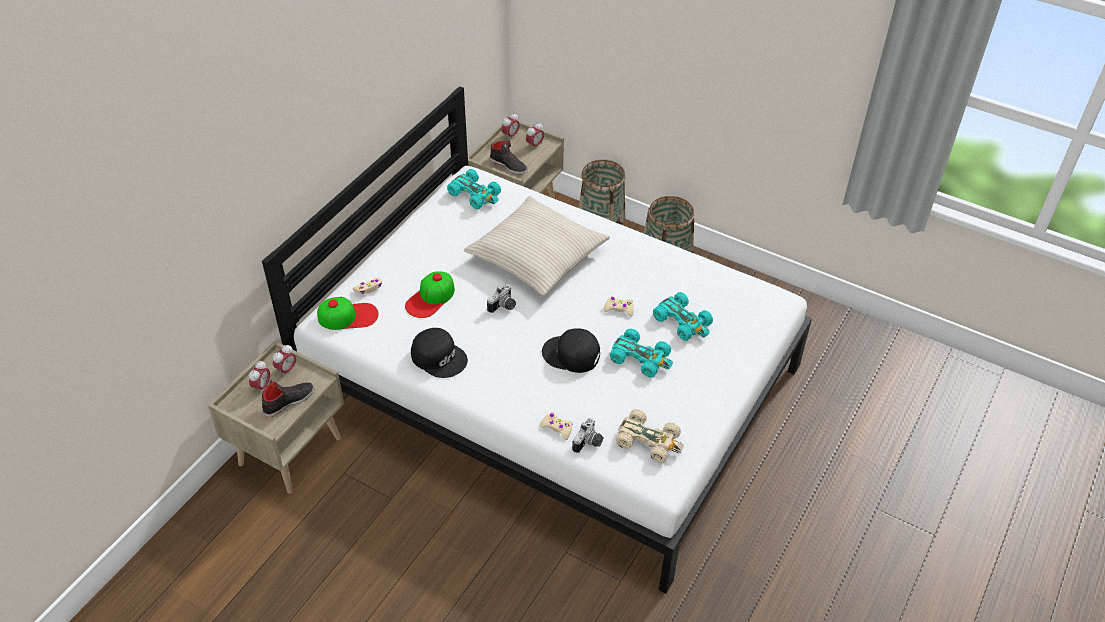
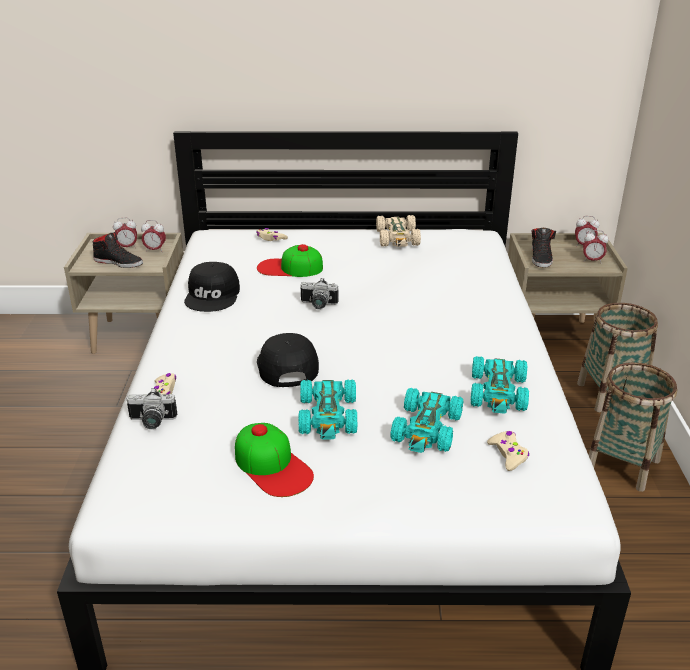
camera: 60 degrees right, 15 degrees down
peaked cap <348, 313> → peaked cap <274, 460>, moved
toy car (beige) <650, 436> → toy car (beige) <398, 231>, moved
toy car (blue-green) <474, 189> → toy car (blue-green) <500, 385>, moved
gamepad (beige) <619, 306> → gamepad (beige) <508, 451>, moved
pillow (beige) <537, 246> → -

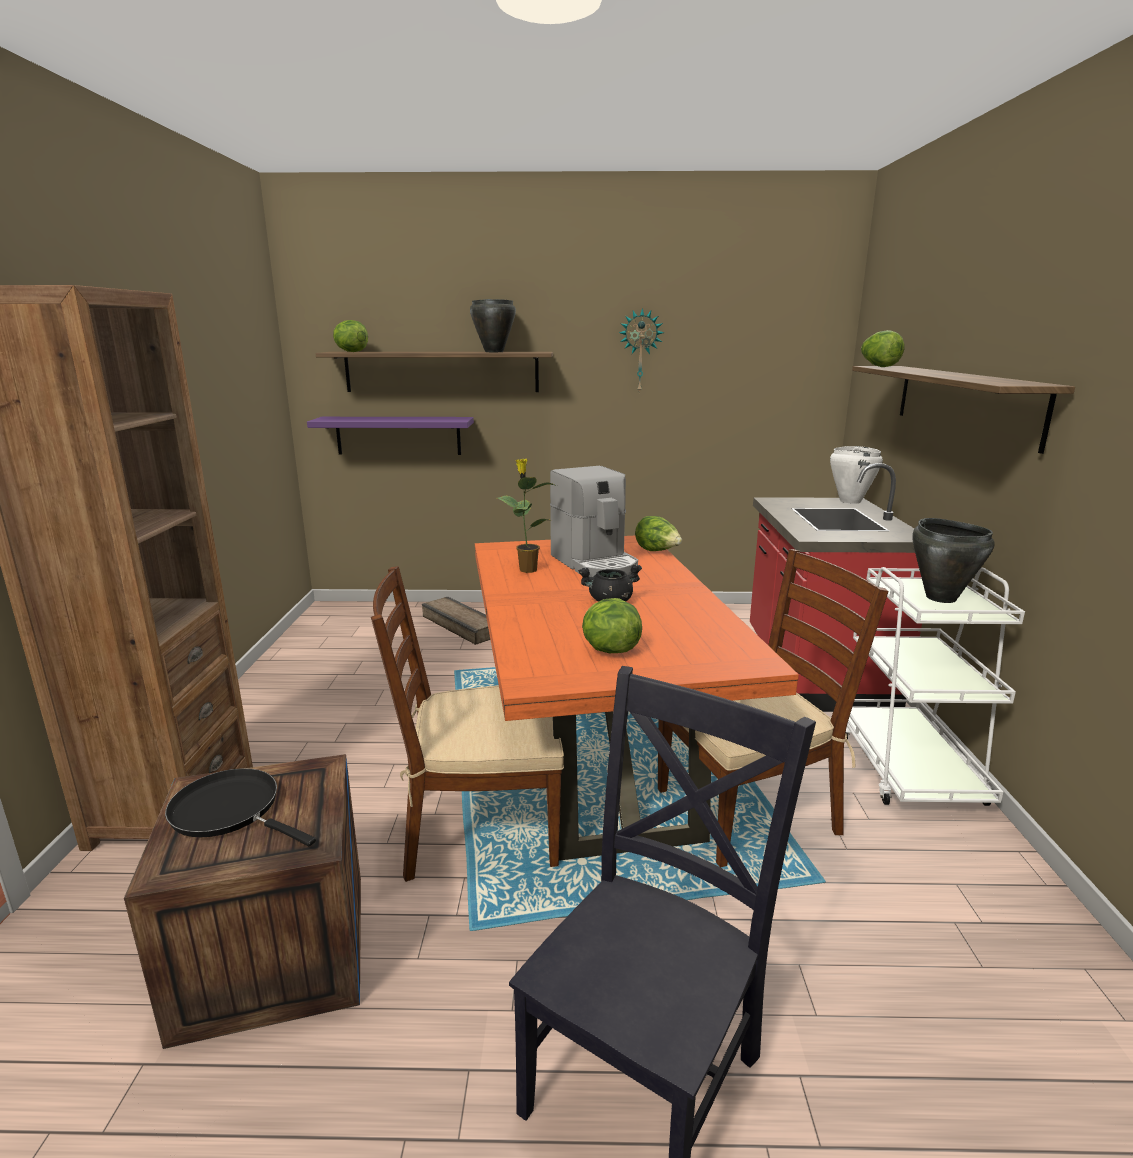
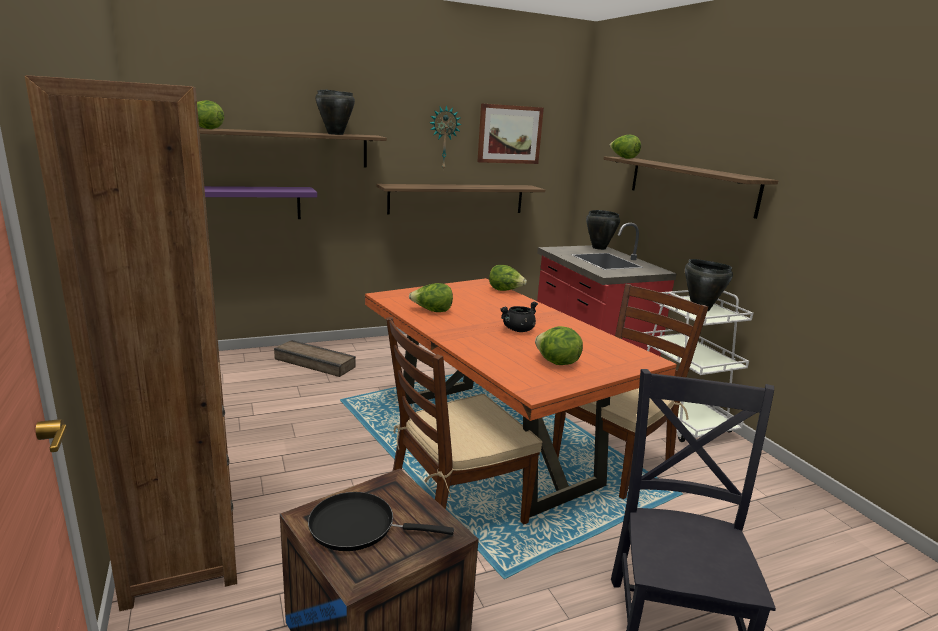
camera: 25 degrees left, 0 degrees up
- → wall shelf <460, 199>
plant in a pot <527, 516> → lettuce head <431, 297>
- → picture <510, 133>
stockpot (white-coloured) <856, 475> → stockpot (black-coloured) <603, 230>
coffee maker <594, 521> → -

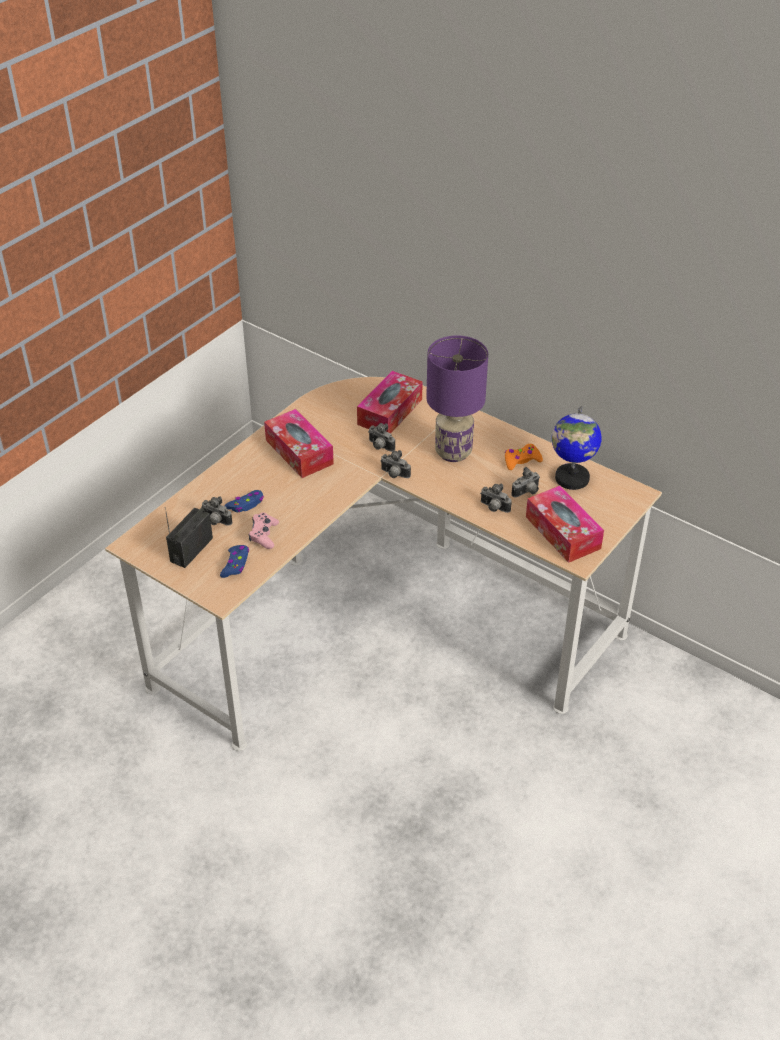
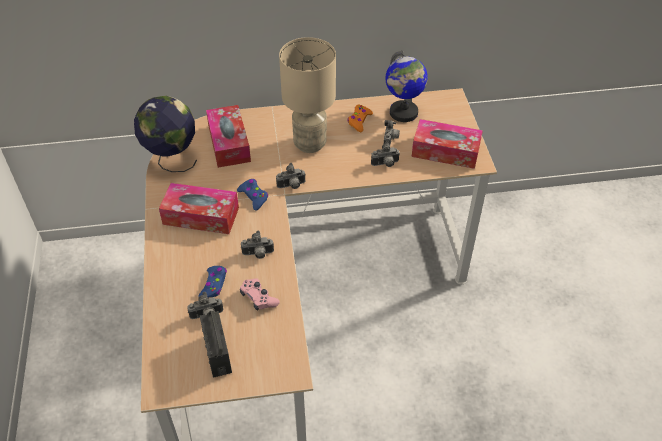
camera: 45 degrees left, 5 degrees up
- → desk globe <165, 134>
gamepad (bluish) <234, 561> → gamepad (bluish) <252, 195>, moved
photo camera <381, 437> → photo camera <257, 244>, moved
lamp for a table (purple-coloured) <457, 398> → lamp for a table (beige) <307, 95>

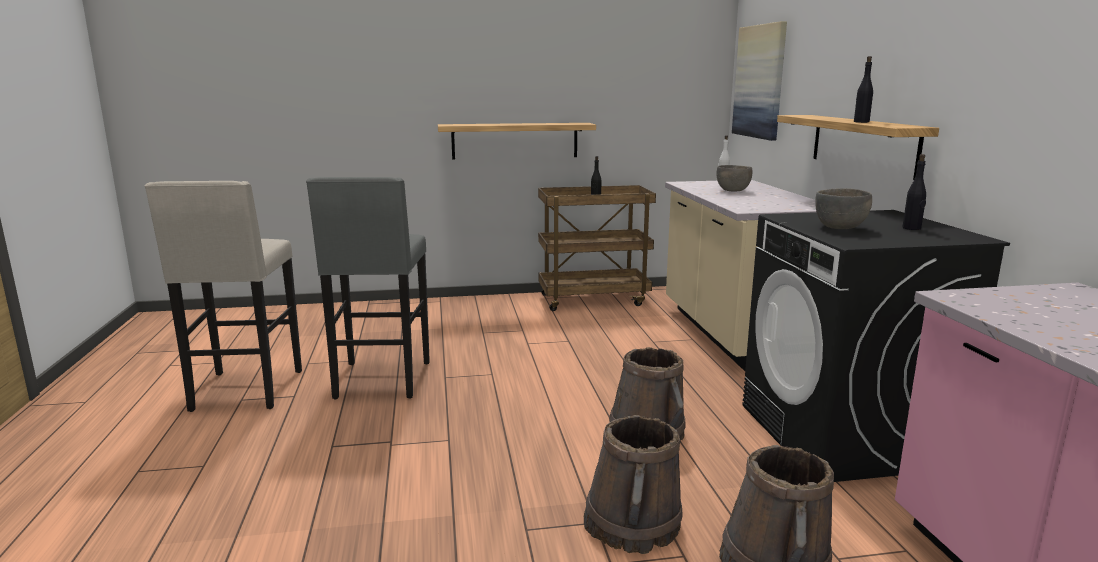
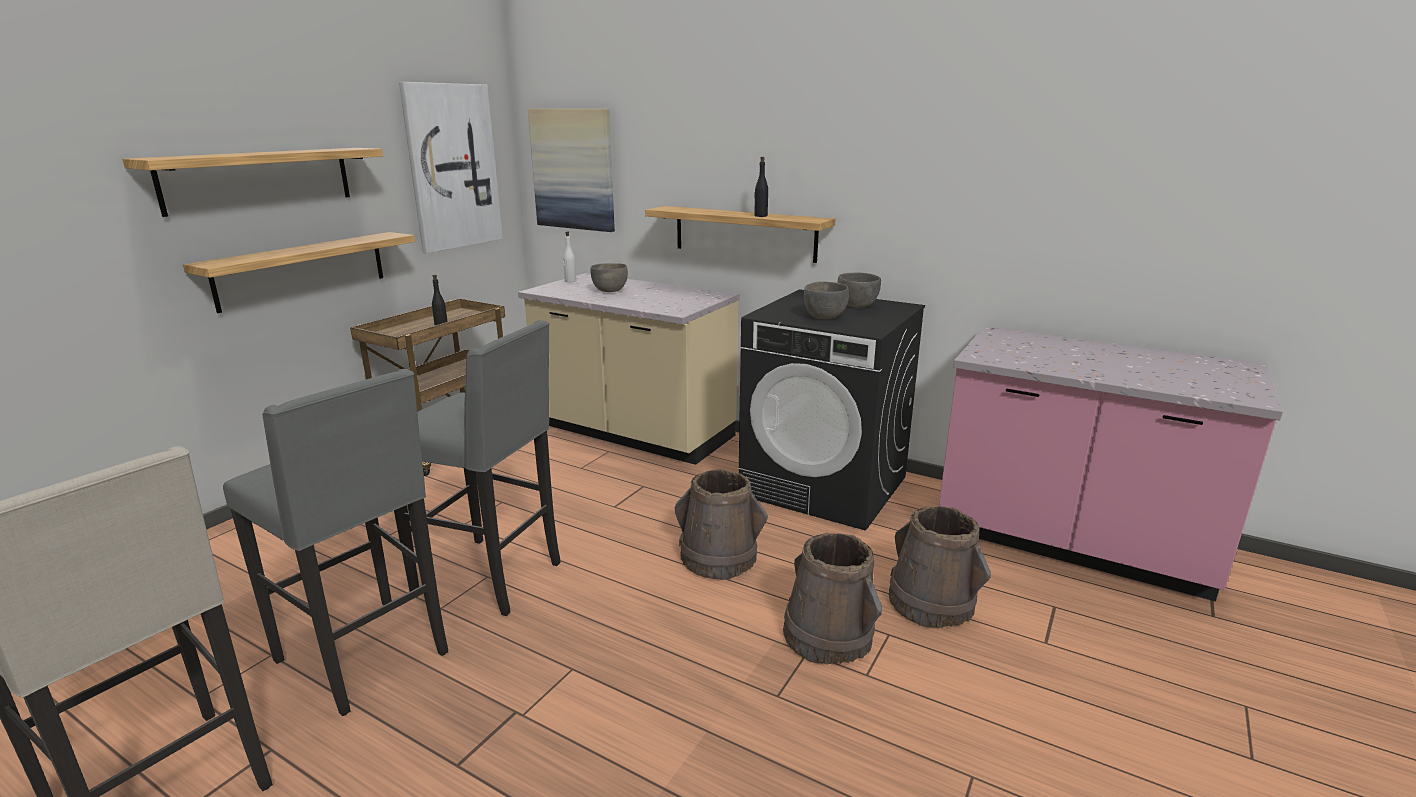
camera: 50 degrees left, 5 degrees up
- → wall shelf <252, 182>
- → sitting stool (gray) <477, 468>
- → picture <451, 167>
bottle (black-coloured) <914, 192> → deep dish (gray) <859, 290>

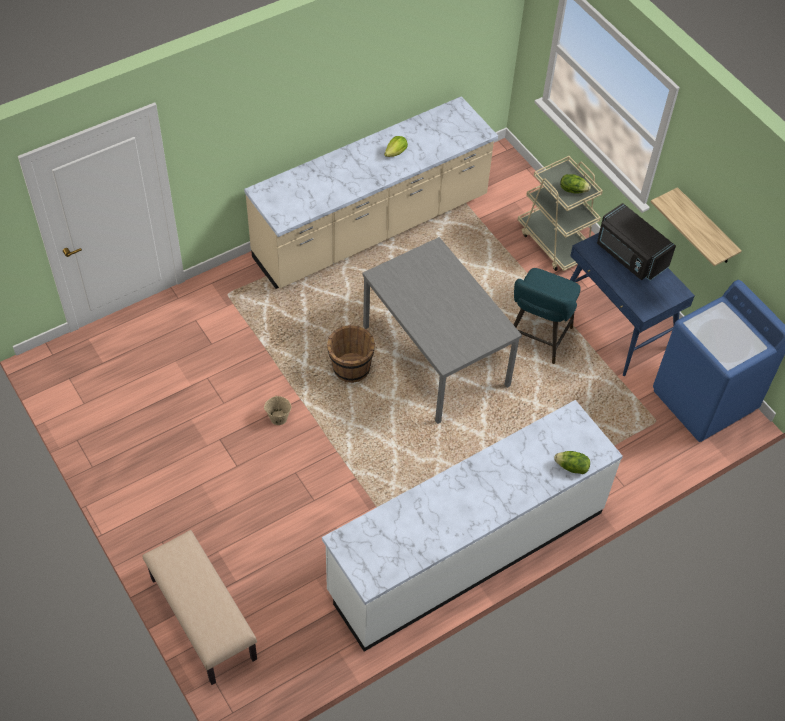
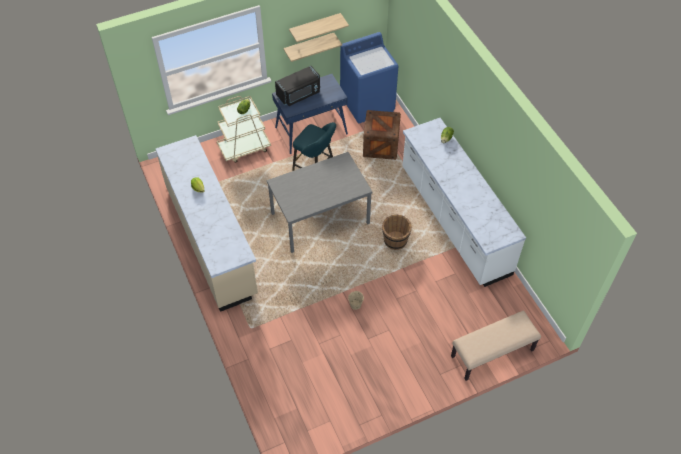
camera: 80 degrees left, 0 degrees up
- → wall shelf <319, 27>
- → packing crate <382, 135>
bucket (brown) <351, 354> → bucket (brown) <397, 232>, moved

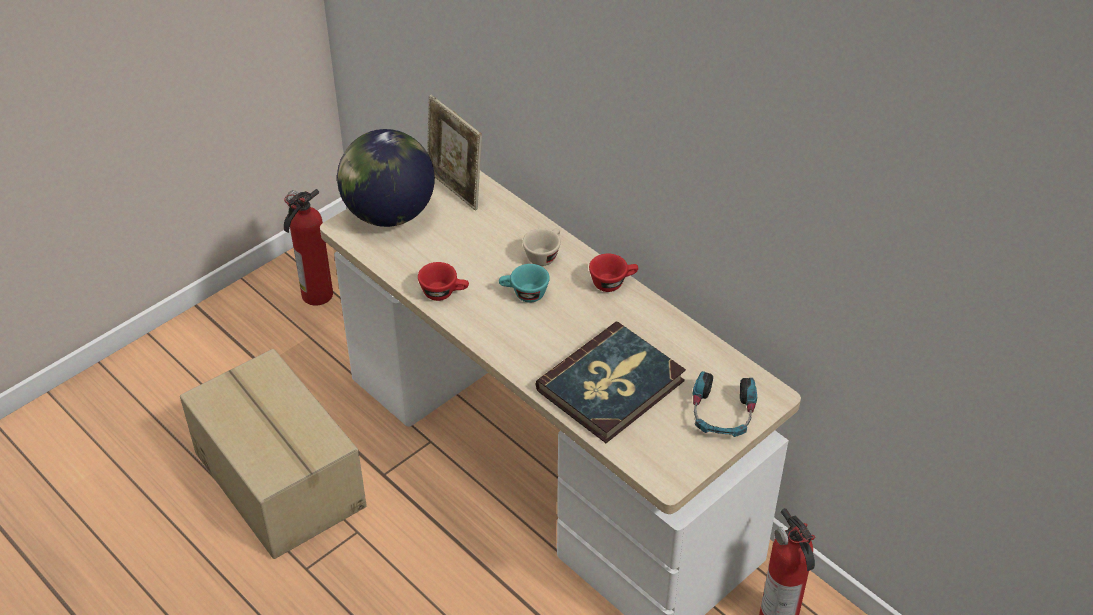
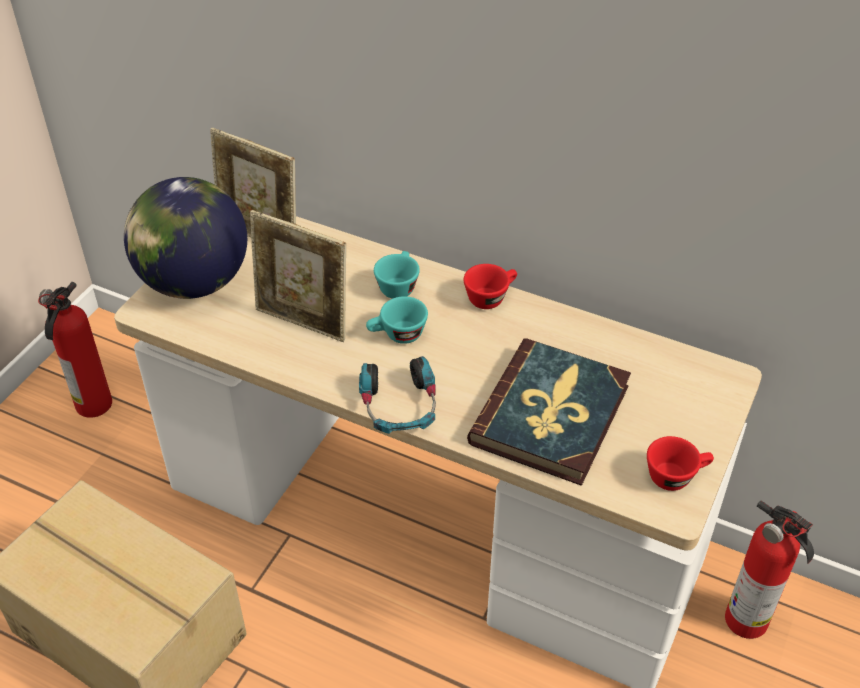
camera: 20 degrees left, 0 degrees up
- → standing frame <298, 276>
headphones <725, 404> → headphones <397, 395>, moved
small cup (beige) <542, 247> → small cup (blue-green) <397, 275>
small cup (red-coloured) <443, 281> → small cup (red-coloured) <680, 463>, moved

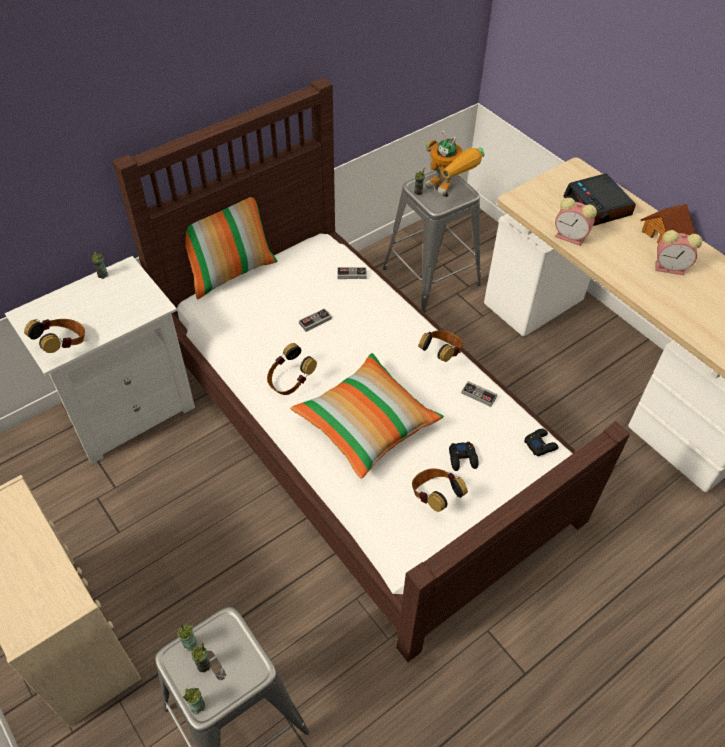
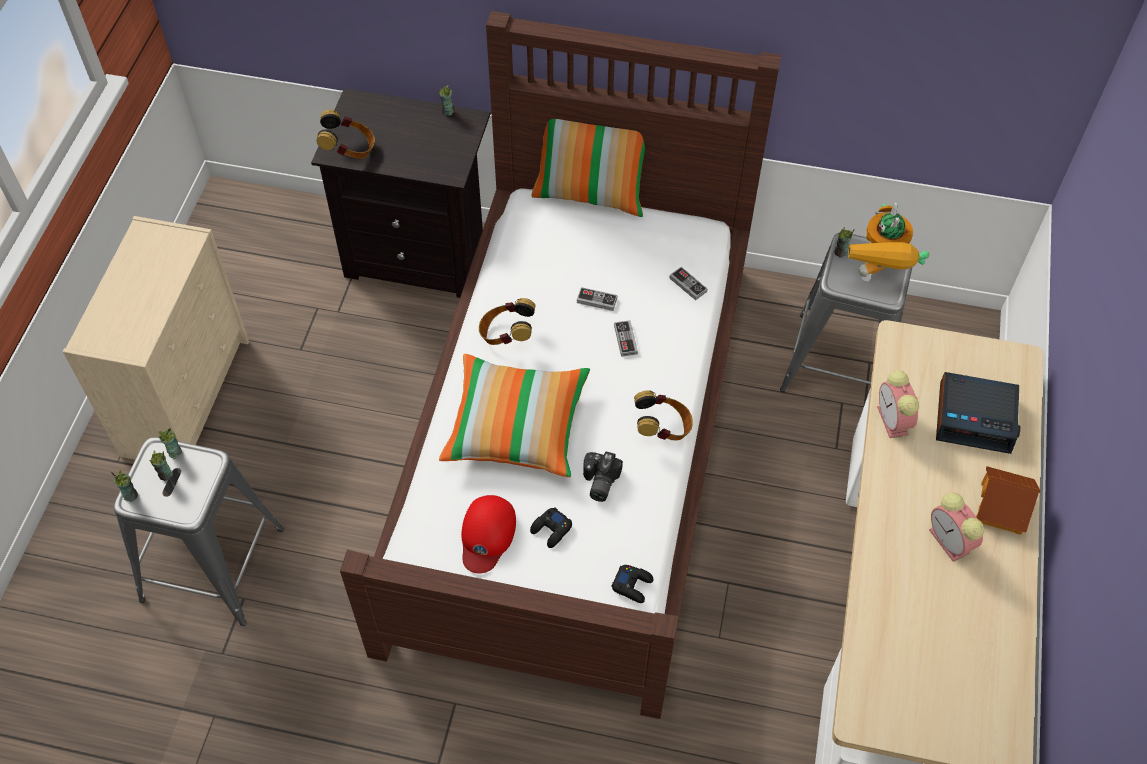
camera: 50 degrees right, 5 degrees up
nightstand (white-coloured) <100, 360> → nightstand (black-coloured) <401, 193>
headphones <440, 490> → peaked cap (red-coloured) <488, 534>
- → photo camera <603, 476>
gamepad <479, 394> → gamepad <626, 338>, moved
bedside clock <599, 199> → bedside clock <978, 413>, 105 degrees counterclockwise

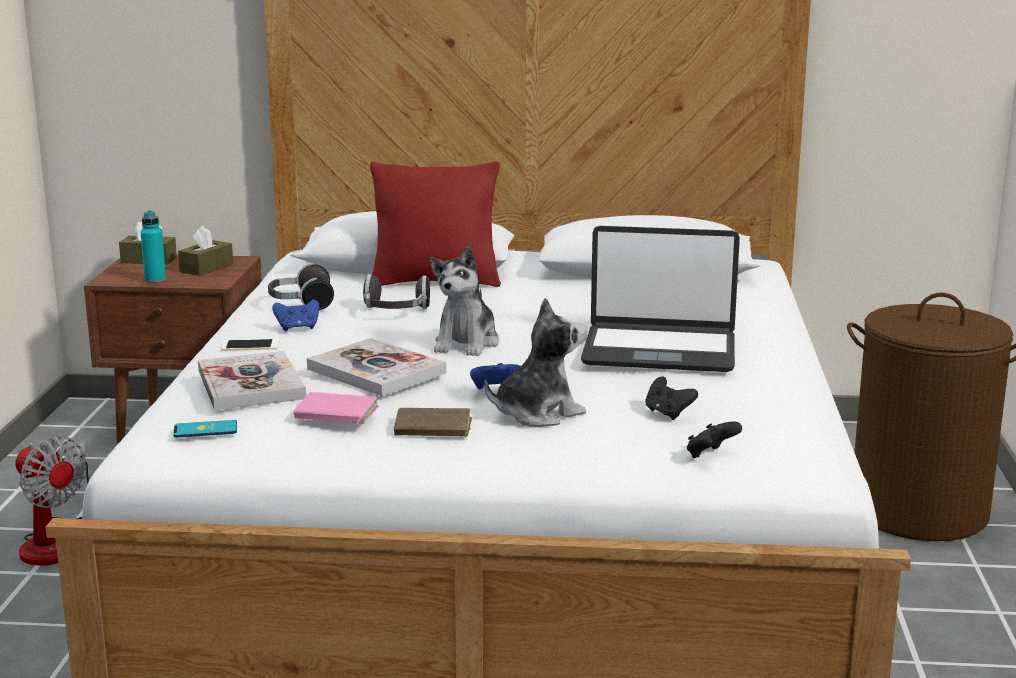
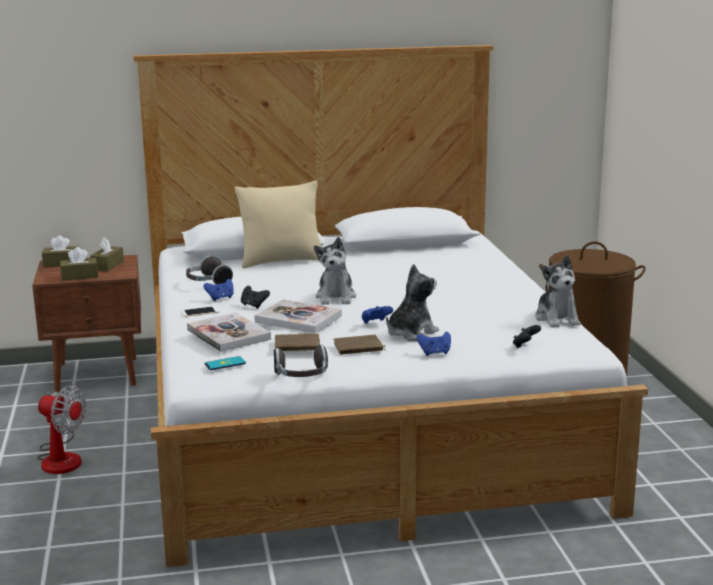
camera: 15 degrees left, 0 degrees up
bottle (blue-green) <153, 247> → box of tissues (brown) <79, 264>
pillow (red-coloured) <435, 224> → pillow (beige) <278, 224>
gamepad (black-coloured) <671, 398> → gamepad (black-coloured) <255, 297>, moved
headphones <396, 291> → headphones <301, 361>, moved
volume (pink) <336, 408> → volume (brown) <297, 342>
- → gamepad (bluish) <434, 344>
- → plush toy <557, 291>
portable computer <660, 299> → -

